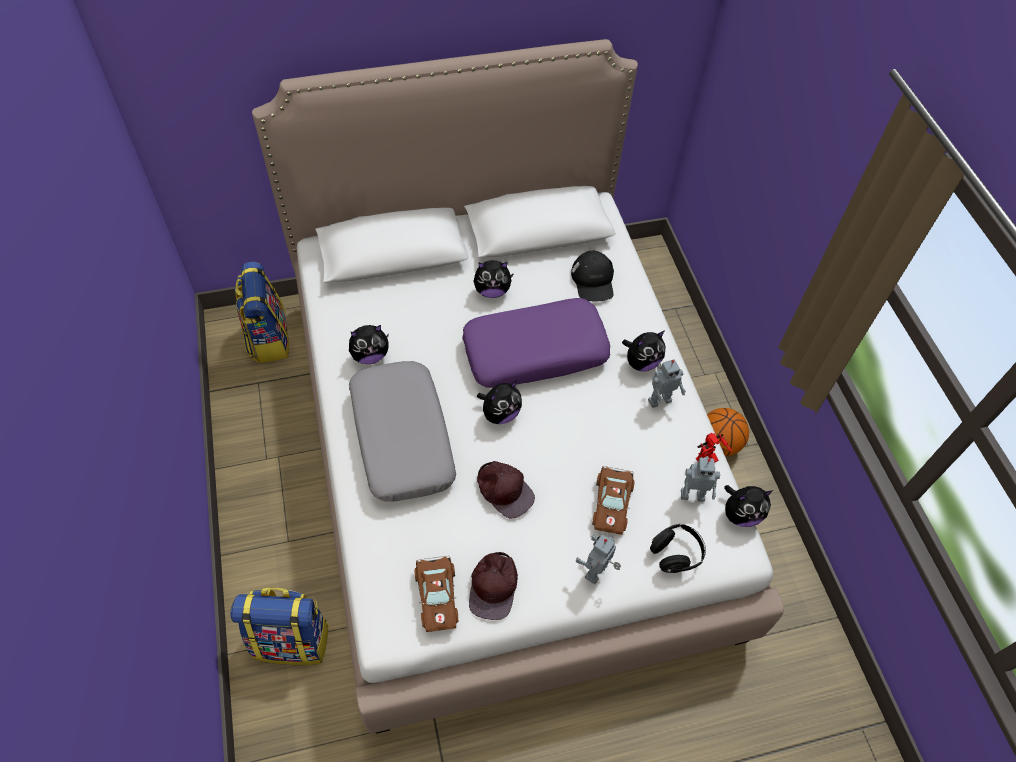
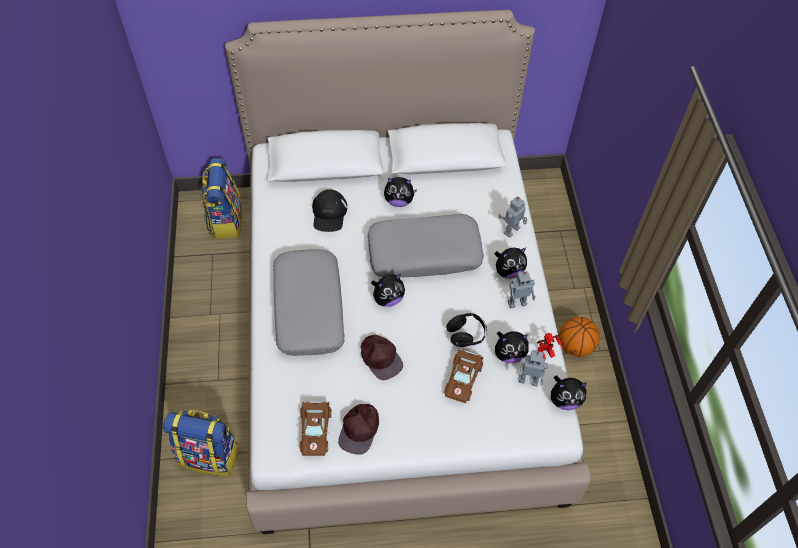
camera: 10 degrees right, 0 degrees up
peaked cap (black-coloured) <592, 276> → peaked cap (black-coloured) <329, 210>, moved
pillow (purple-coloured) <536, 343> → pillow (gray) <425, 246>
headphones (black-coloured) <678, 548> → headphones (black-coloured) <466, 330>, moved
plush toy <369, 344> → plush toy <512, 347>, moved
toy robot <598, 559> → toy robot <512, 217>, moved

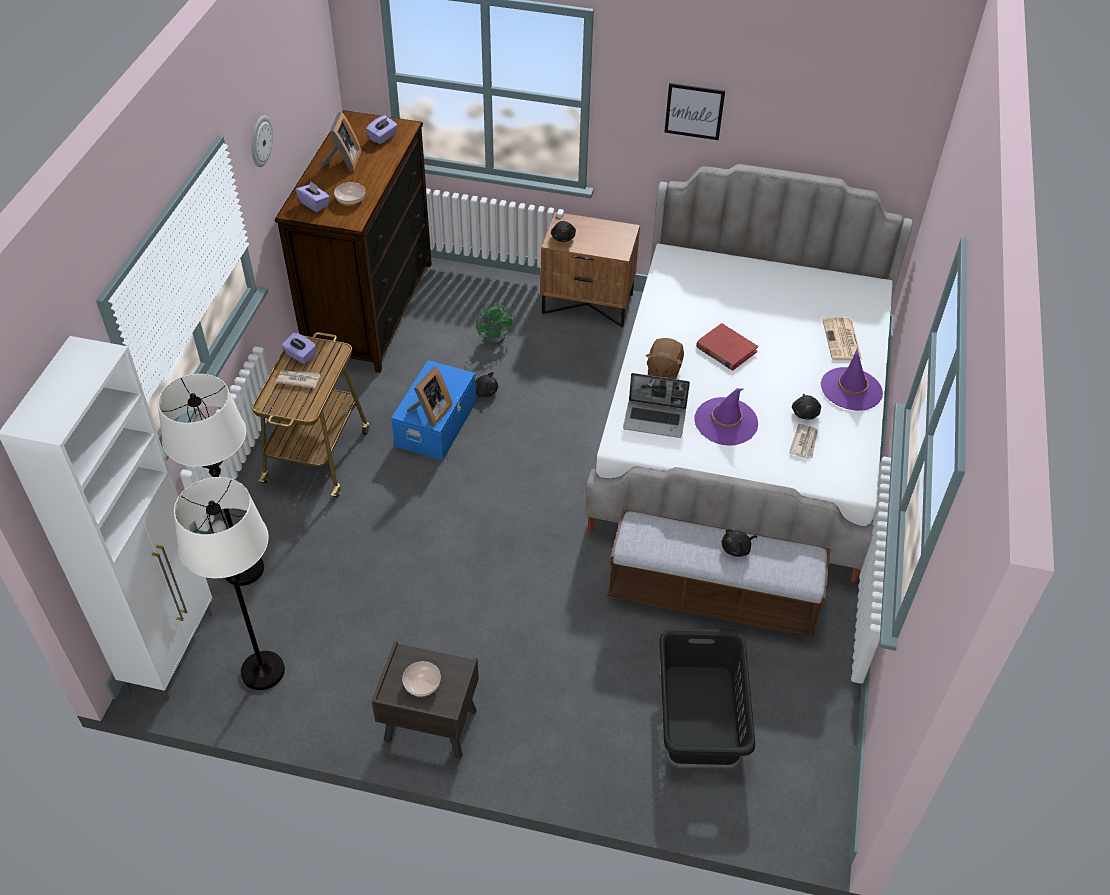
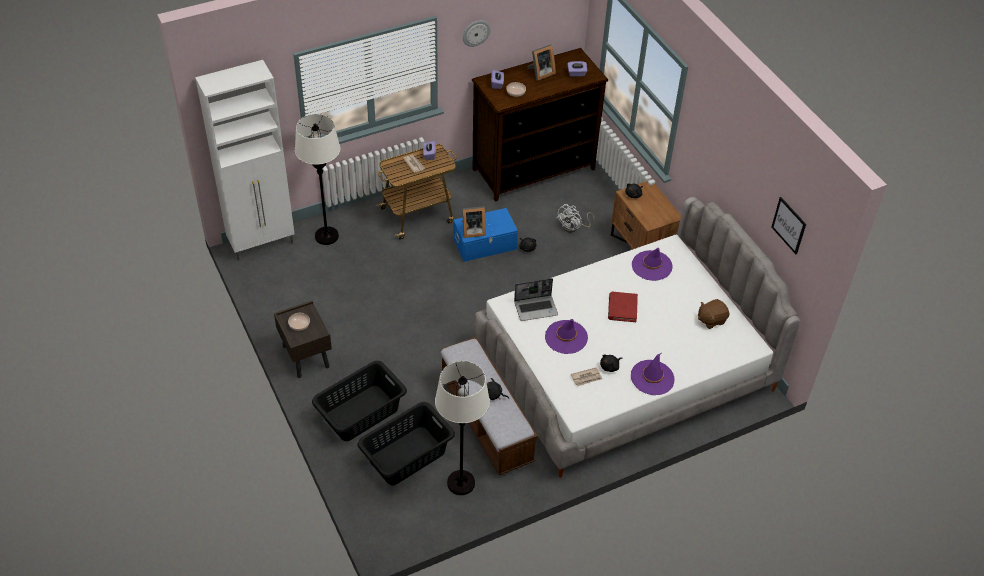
camera: 50 degrees right, 0 degrees up
- → hamper (black-coloured) <359, 401>
floor lamp (white-coloured) <229, 583> → floor lamp (white-coloured) <462, 428>, moved
portable computer <656, 405> → portable computer <536, 299>, 75 degrees counterclockwise
electric fan (green-coloured) <495, 324> → electric fan (white-coloured) <576, 218>
- → wearable hat (purple-coloured) <652, 264>
plush toy (brown) <665, 358> → plush toy (brown) <713, 314>, moved
picture <694, 111> → picture <788, 225>, moved
printed paper <842, 339> → -

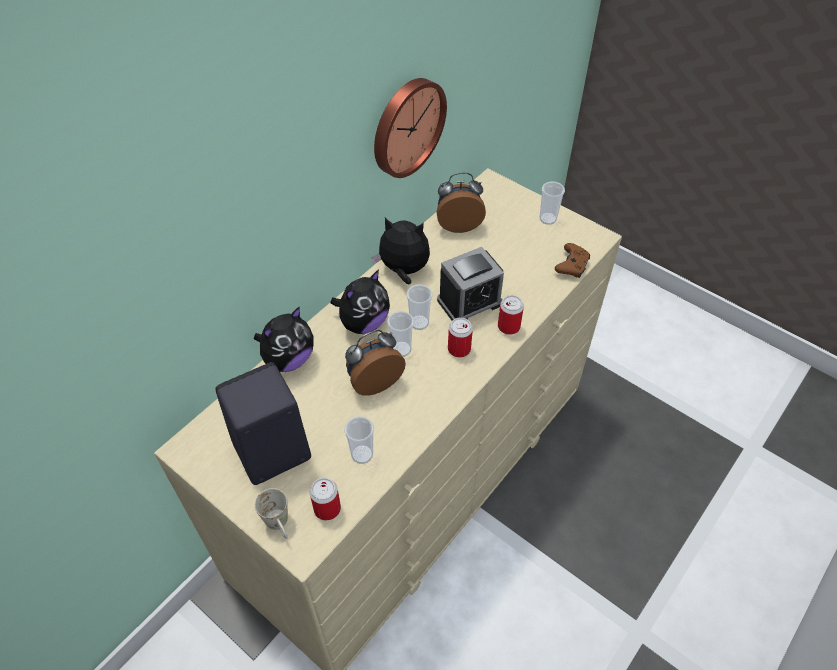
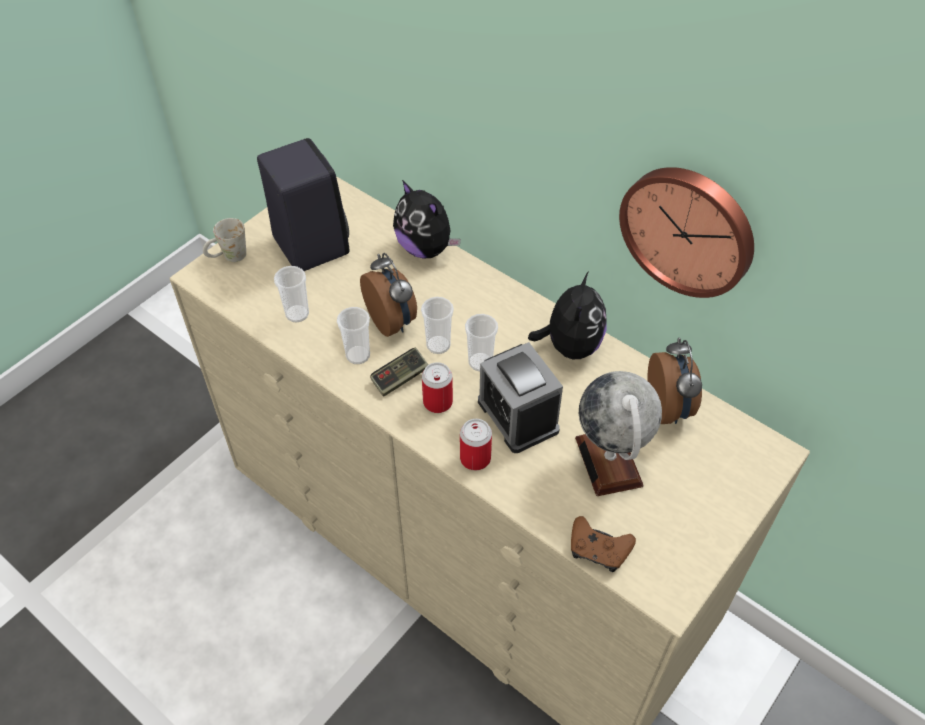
camera: 90 degrees right, 0 degrees up
small cup <552, 203> → small cup <353, 335>, moved
- → gamepad <399, 372>
- → desk globe <618, 433>
can <325, 499> → -
plush toy <360, 301> → -

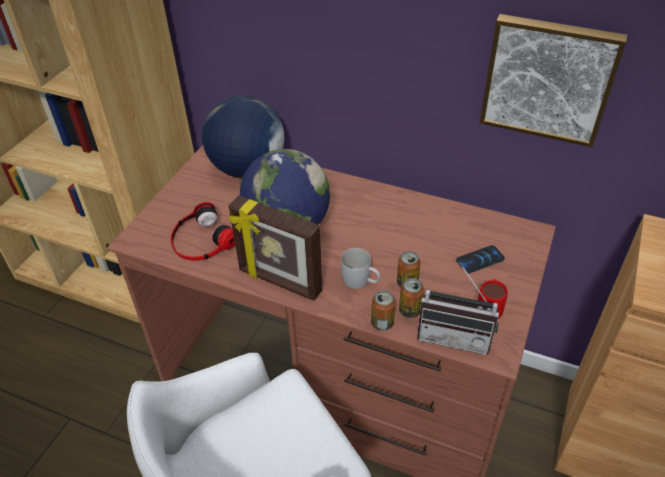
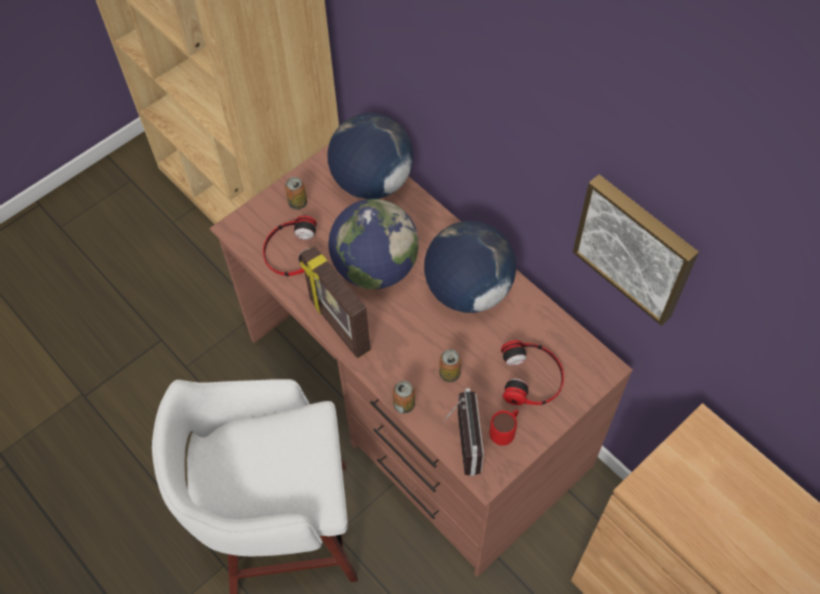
camera: 25 degrees right, 15 degrees up
can <411, 298> → can <296, 193>, moved
- → desk globe <470, 267>
radio set <458, 308> → radio set <464, 432>, 135 degrees counterclockwise
telephone <480, 259> → headphones <532, 372>
coffee mug (white-coloured) <361, 268> → -

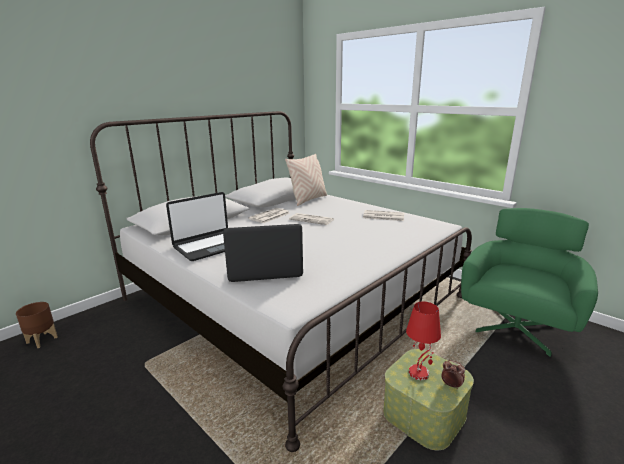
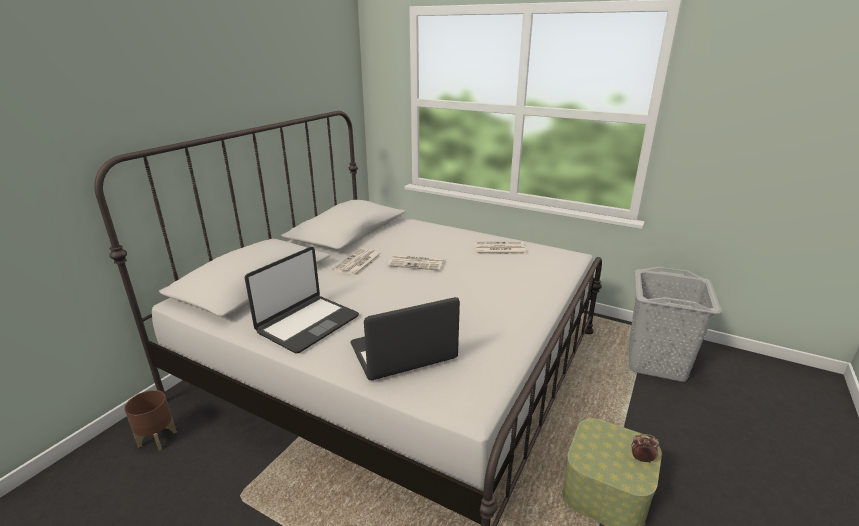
camera: 15 degrees left, 5 degrees up
plant pot (brown) <37, 325> → plant pot (brown) <150, 420>, moved
easy chair (green-coloured) <529, 282> → hamper (gray) <675, 324>
pillow (beige) <306, 180> → -
lamp for a table (red-coloured) <423, 341> → -

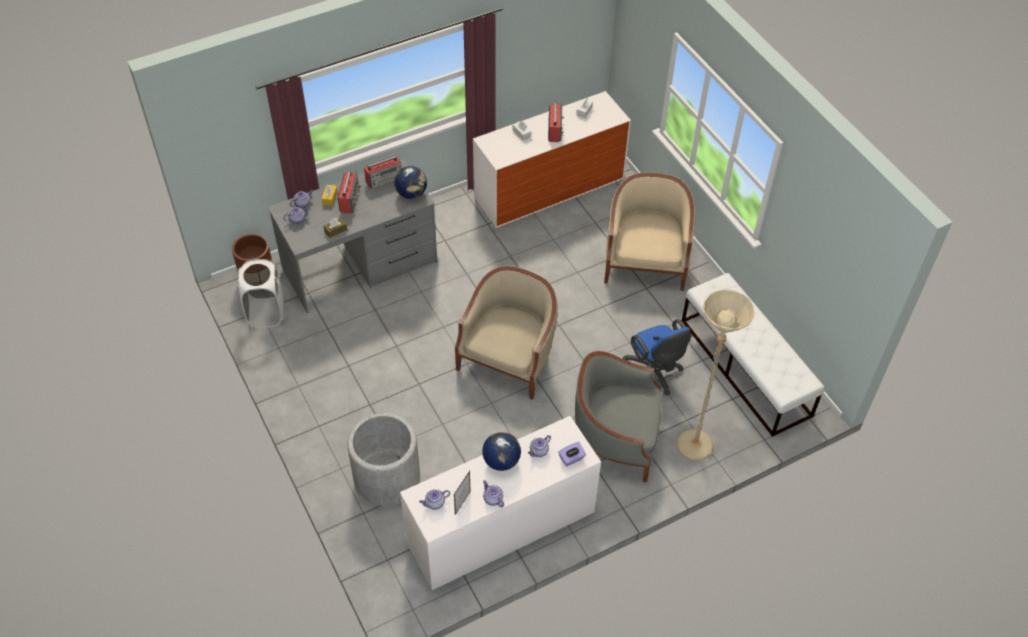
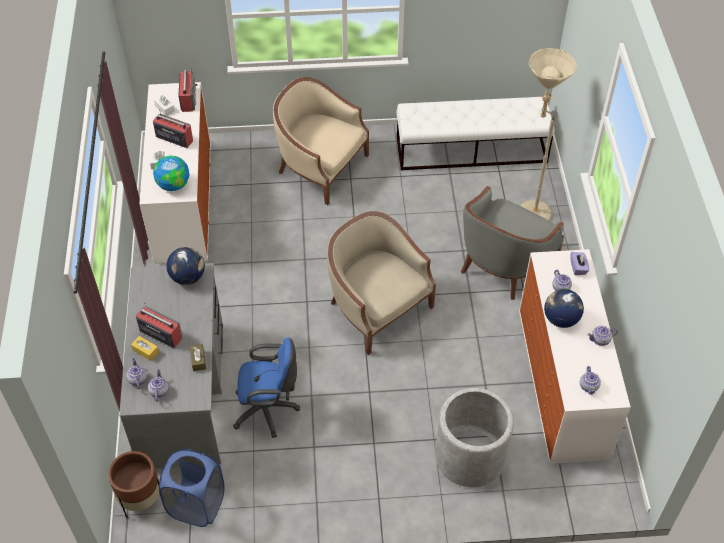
camera: 65 degrees left, 0 degrees up
- → desk globe <171, 173>
hamper (white-coloured) <260, 293> → hamper (bluish) <192, 488>
radio set <382, 172> → radio set <187, 90>, moved
desk chair (bluish) <657, 357> → desk chair (bluish) <266, 388>, moved
standing frame <462, 493> → -

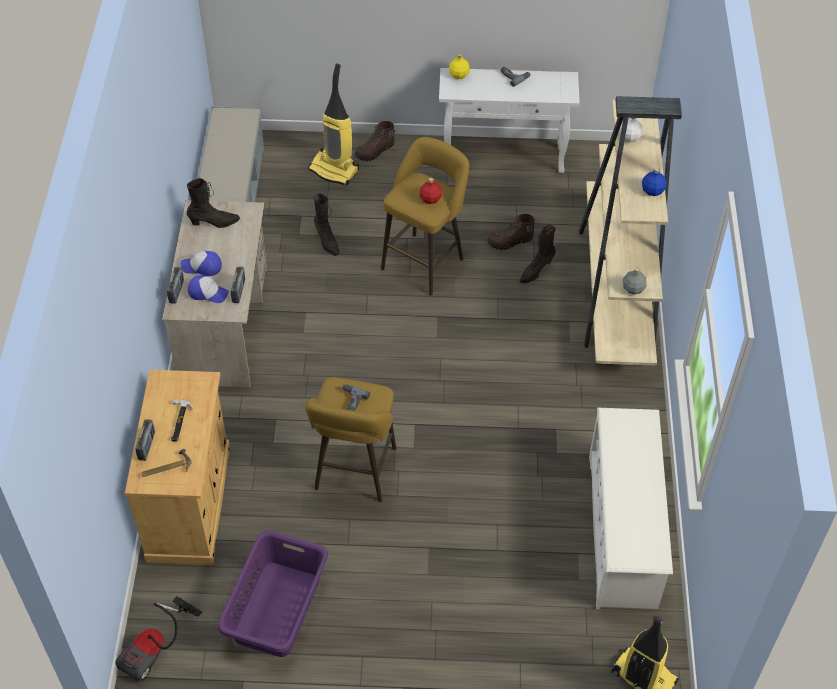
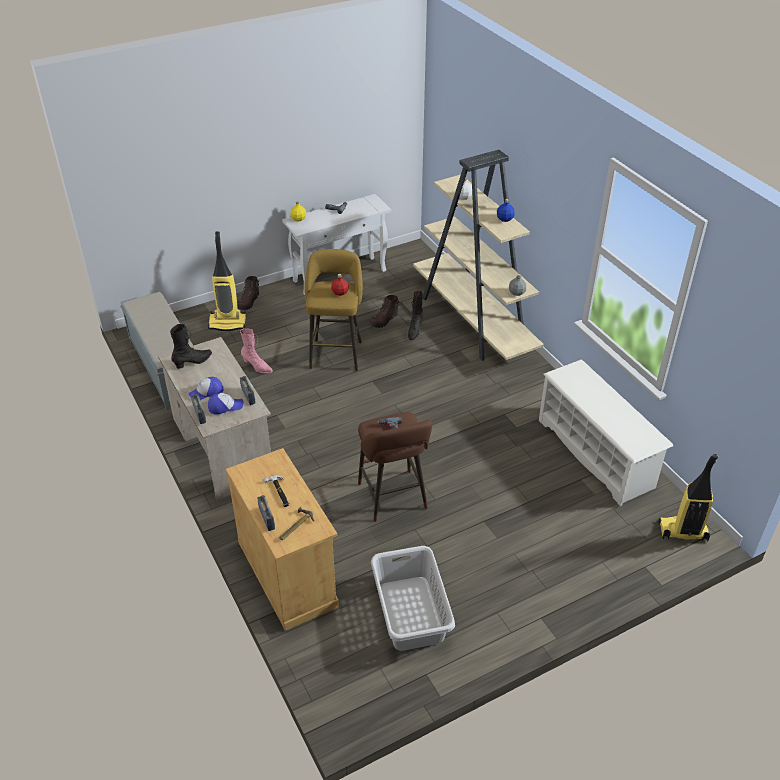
camera: 30 degrees left, 10 degrees down
boot (black-coloured) <326, 224> → boot (pink) <256, 350>
sitting stool (yellowish) <350, 439> → sitting stool (brown) <395, 467>
hamper (purple-coloured) <273, 593> → hamper (gray) <413, 598>
hoover <159, 639> → -

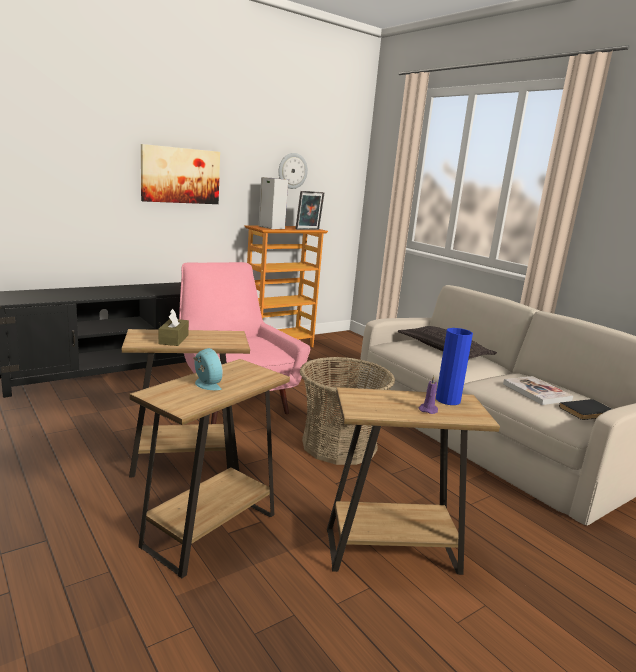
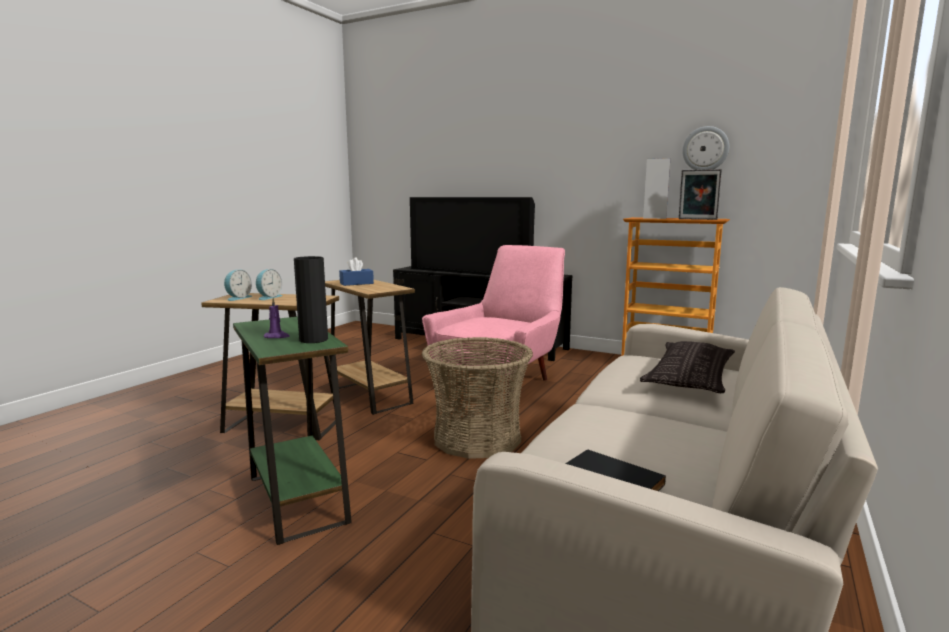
camera: 65 degrees right, 5 degrees down
- → bedside clock <238, 285>
end table (brown) <413, 481> → end table (green-coloured) <292, 430>
flower vase (bluish) <454, 366> → flower vase (black-coloured) <311, 299>
box of tissues (brown) <174, 327> → box of tissues (bluish) <356, 271>
- → TV set <472, 236>
picture <180, 174> → -
volume <538, 390> → -

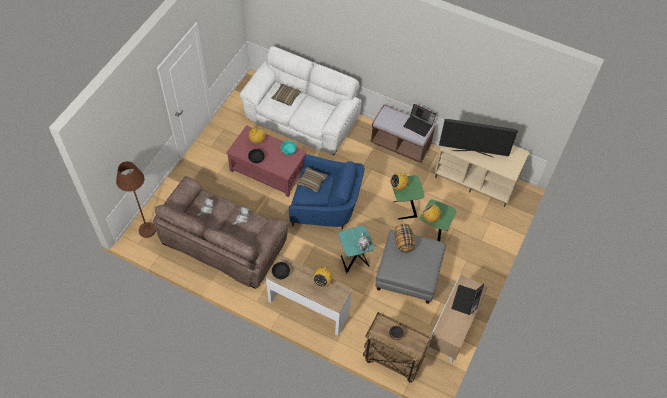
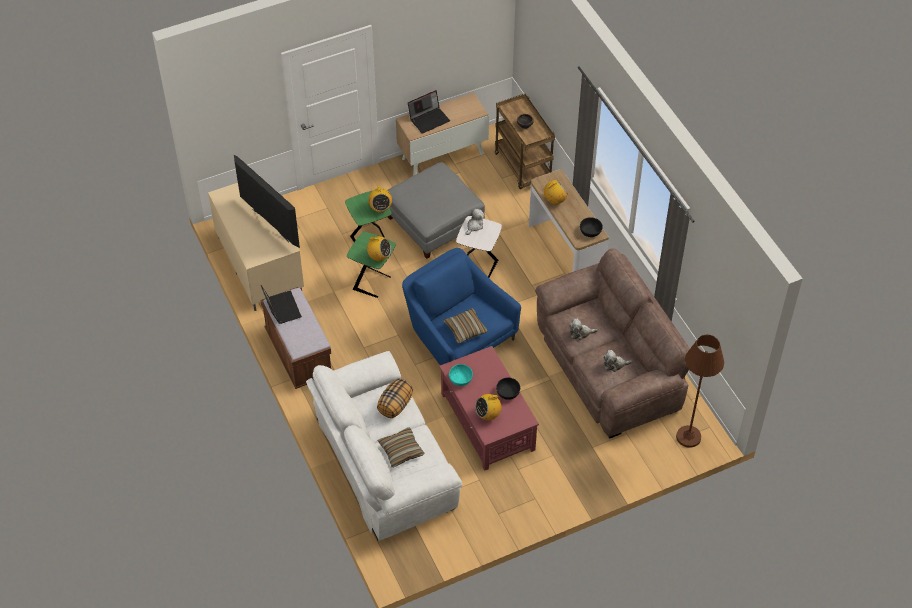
camera: 140 degrees left, 5 degrees down
pillow <404, 238> → pillow <395, 398>, moved
end table (blue-green) <356, 249> → end table (white-coloured) <479, 247>

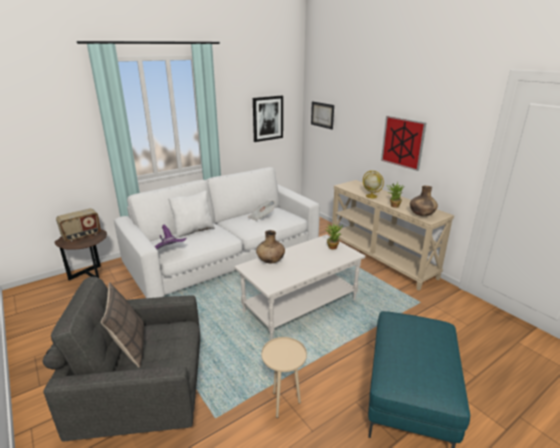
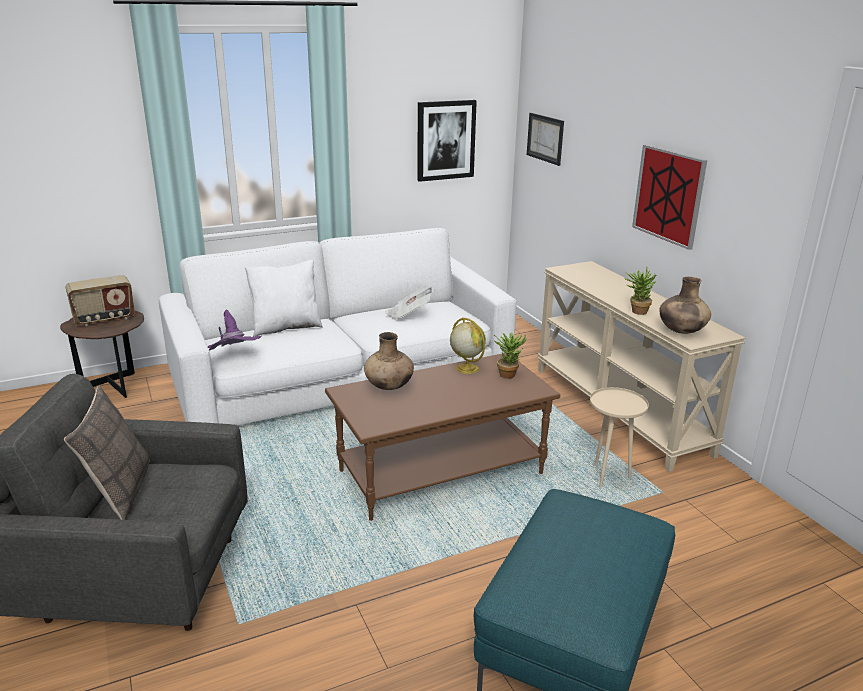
camera: 10 degrees right, 0 degrees up
low table (white-coloured) <299, 287> → low table (brown) <442, 437>
desk globe <373, 184> → desk globe <468, 345>, moved
end table (beige) <284, 377> → end table (beige) <619, 437>, moved

